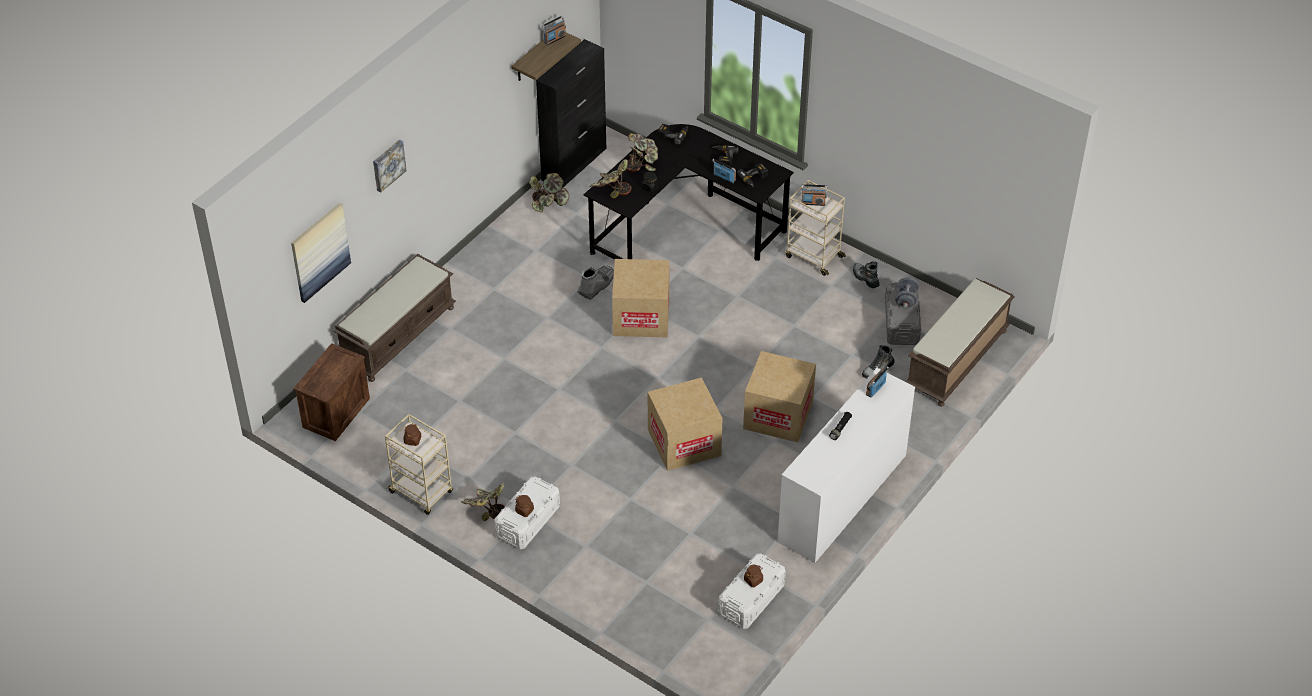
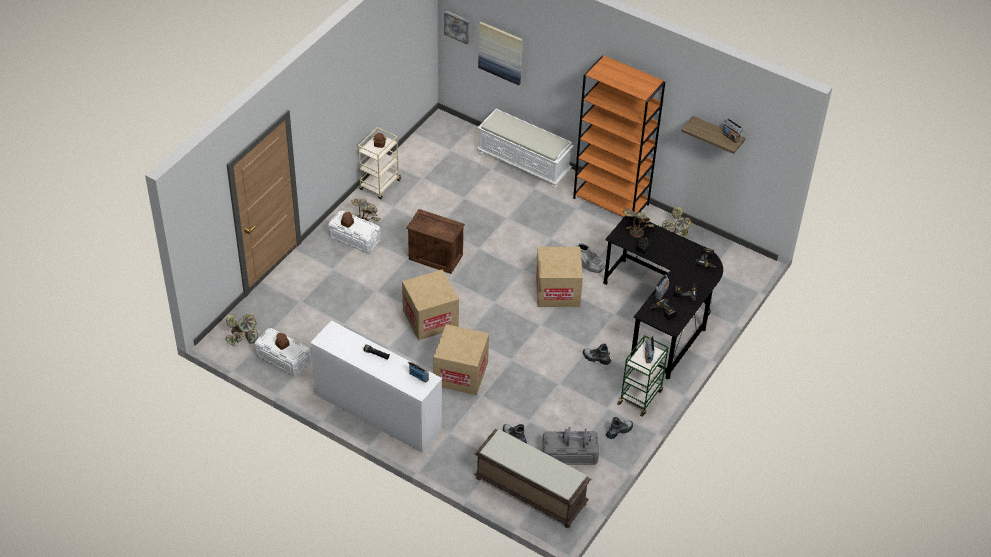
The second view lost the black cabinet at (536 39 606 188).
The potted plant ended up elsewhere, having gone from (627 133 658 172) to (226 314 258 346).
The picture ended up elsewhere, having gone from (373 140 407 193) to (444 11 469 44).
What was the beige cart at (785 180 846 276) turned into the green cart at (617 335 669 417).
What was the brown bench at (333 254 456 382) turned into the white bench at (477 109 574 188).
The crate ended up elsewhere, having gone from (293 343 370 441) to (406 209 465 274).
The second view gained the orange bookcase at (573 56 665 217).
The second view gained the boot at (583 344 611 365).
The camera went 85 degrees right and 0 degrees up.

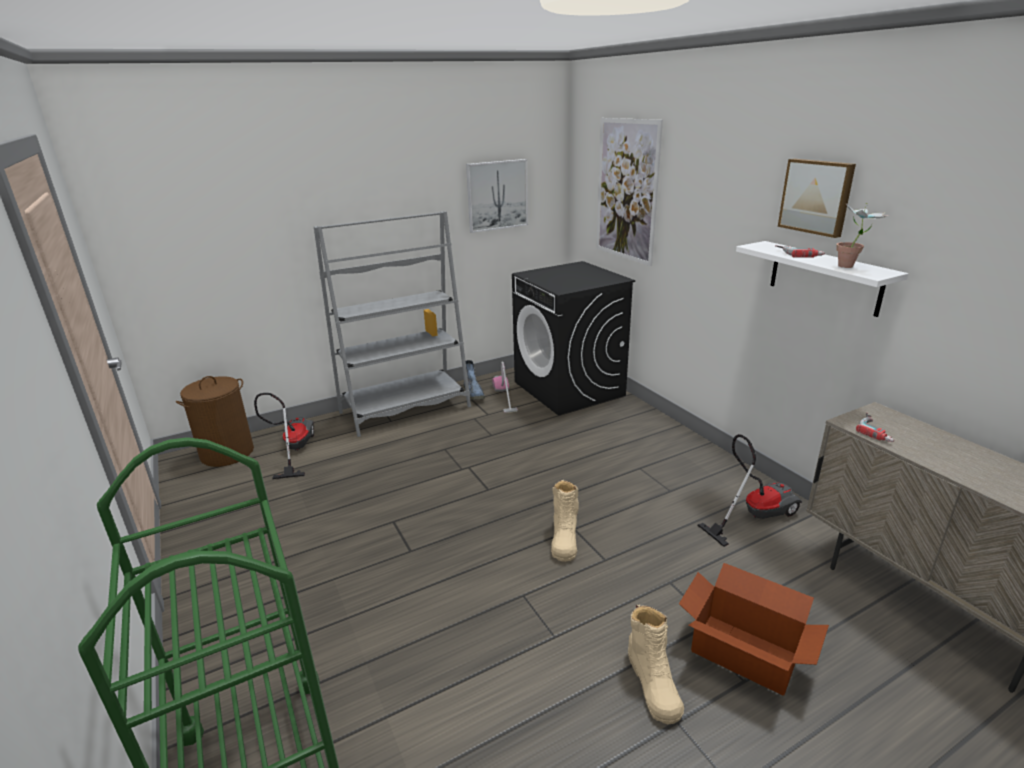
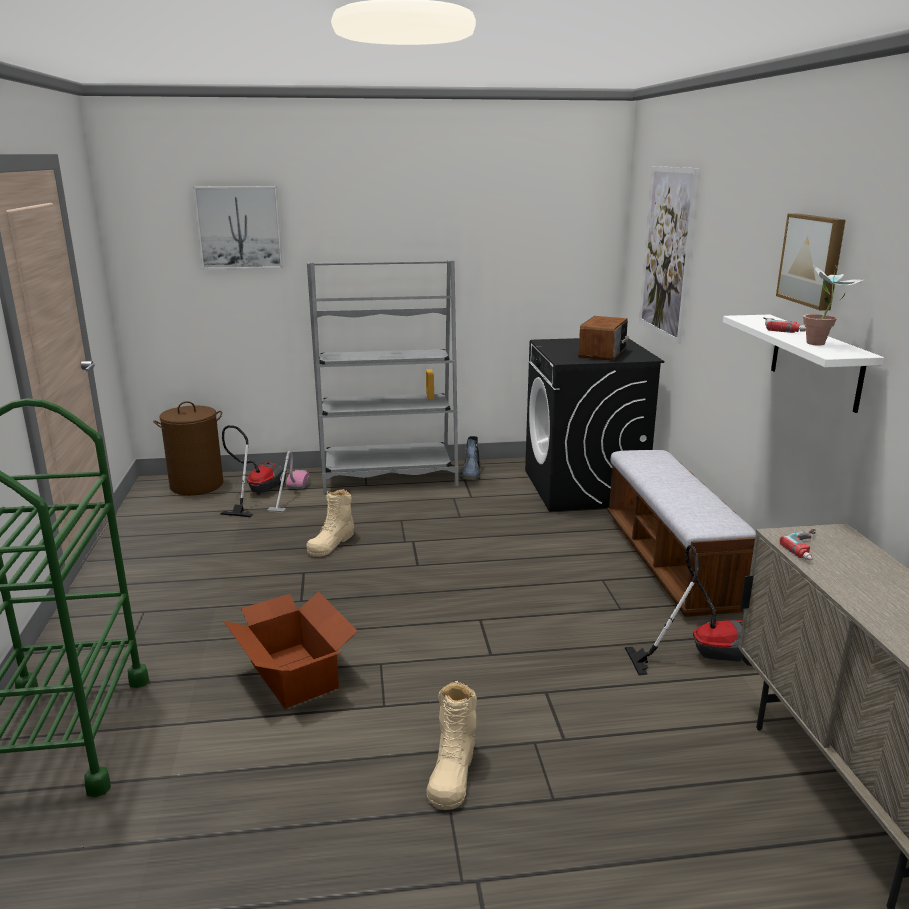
The picture ended up elsewhere, having gone from (466 159 528 233) to (193 186 283 270).
The vacuum cleaner ended up elsewhere, having gone from (492 361 518 413) to (267 451 310 513).
The beige boot ended up elsewhere, having gone from (551 480 579 562) to (306 489 354 557).
The cardboard box ended up elsewhere, having gone from (679 563 829 695) to (223 592 358 709).
The second view gained the radio at (578 316 629 361).
The second view gained the bench at (607 450 756 617).
The camera went 20 degrees right and 5 degrees down.

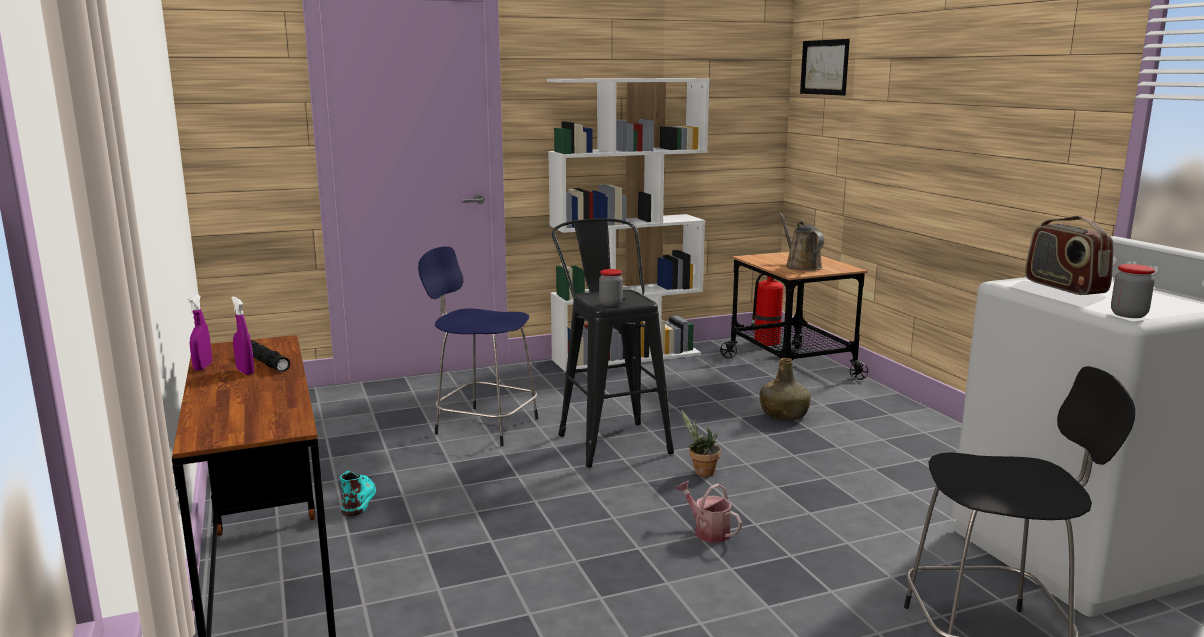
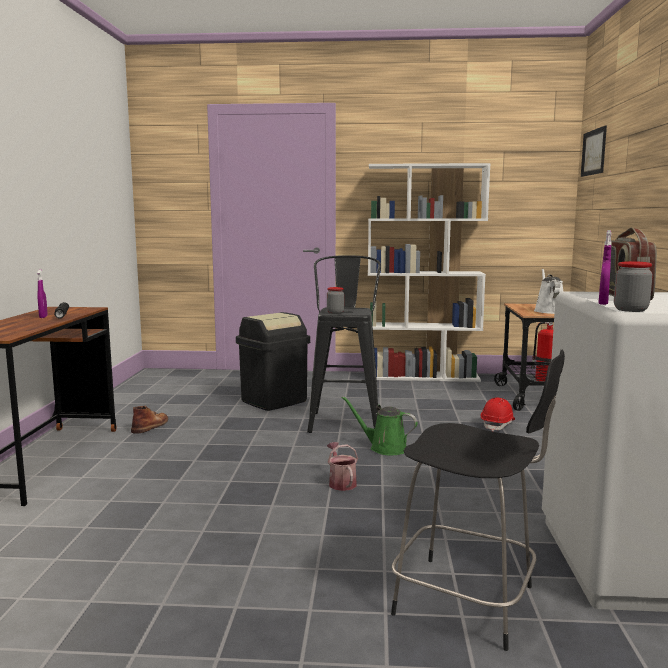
What was the brown watering can at (779 212 824 271) turned into the white watering can at (534 269 563 314).
Where the blue stool stood at (418 246 538 446), the black trash can came to stand at (236 312 310 411).
The purple spray bottle ended up elsewhere, having gone from (187 294 212 370) to (598 230 612 305).
Where the green bottle stood at (759 358 811 420), the red hard hat came to stand at (481 397 515 432).
Where the potted plant stood at (681 409 721 477), the green watering can came to stand at (341 396 418 455).
What was the turquoise boot at (340 471 376 516) turned into the brown boot at (131 406 168 434).
The camera went 25 degrees right and 5 degrees down.

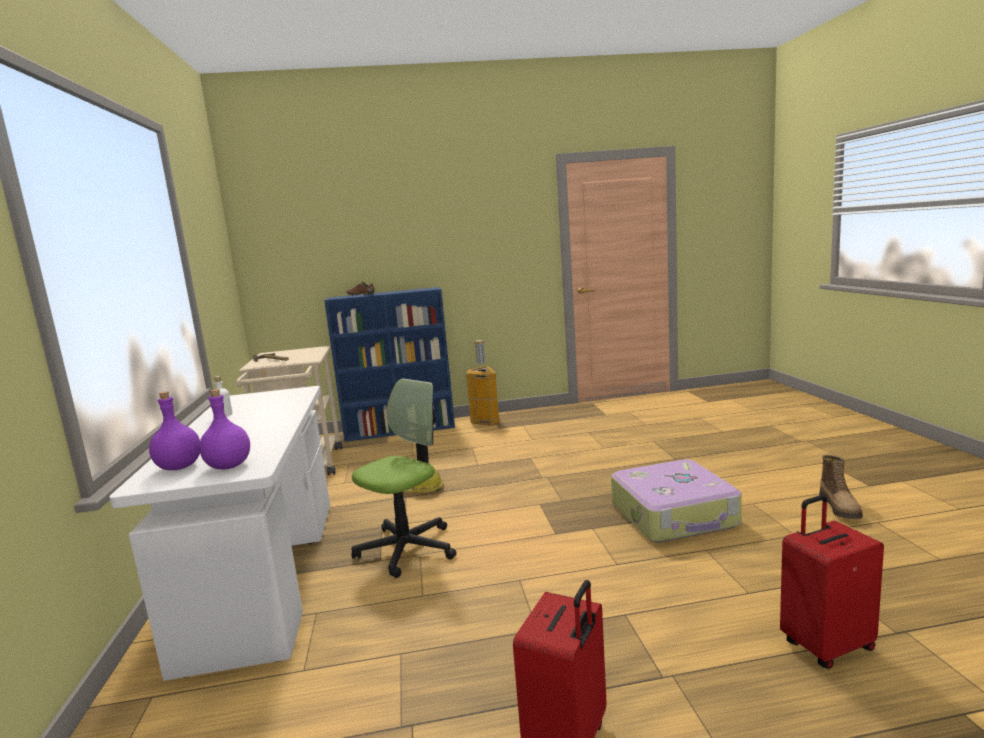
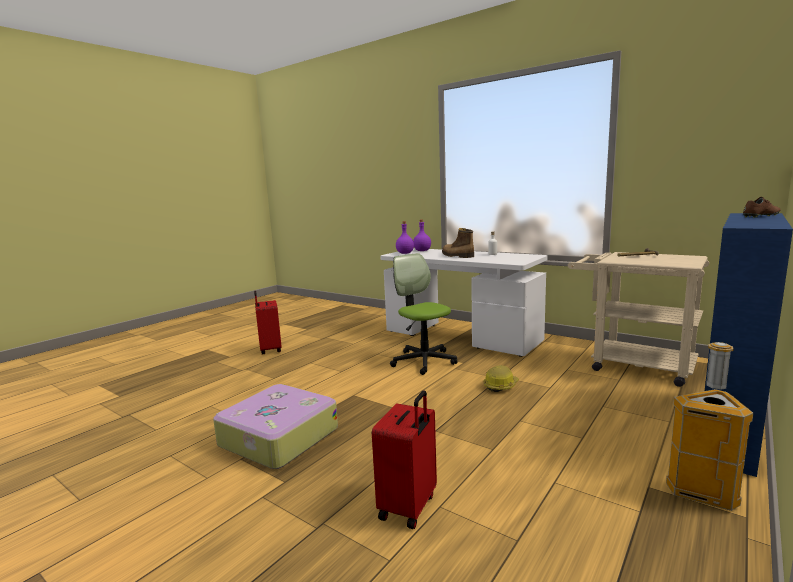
The office chair at (351 379 457 578) ended up facing another way, 150 degrees clockwise from before.
The boot ended up elsewhere, having gone from (819 455 863 519) to (442 228 474 258).
The red suitcase ended up elsewhere, having gone from (780 495 884 669) to (372 390 437 529).
The camera went 135 degrees right and 0 degrees up.

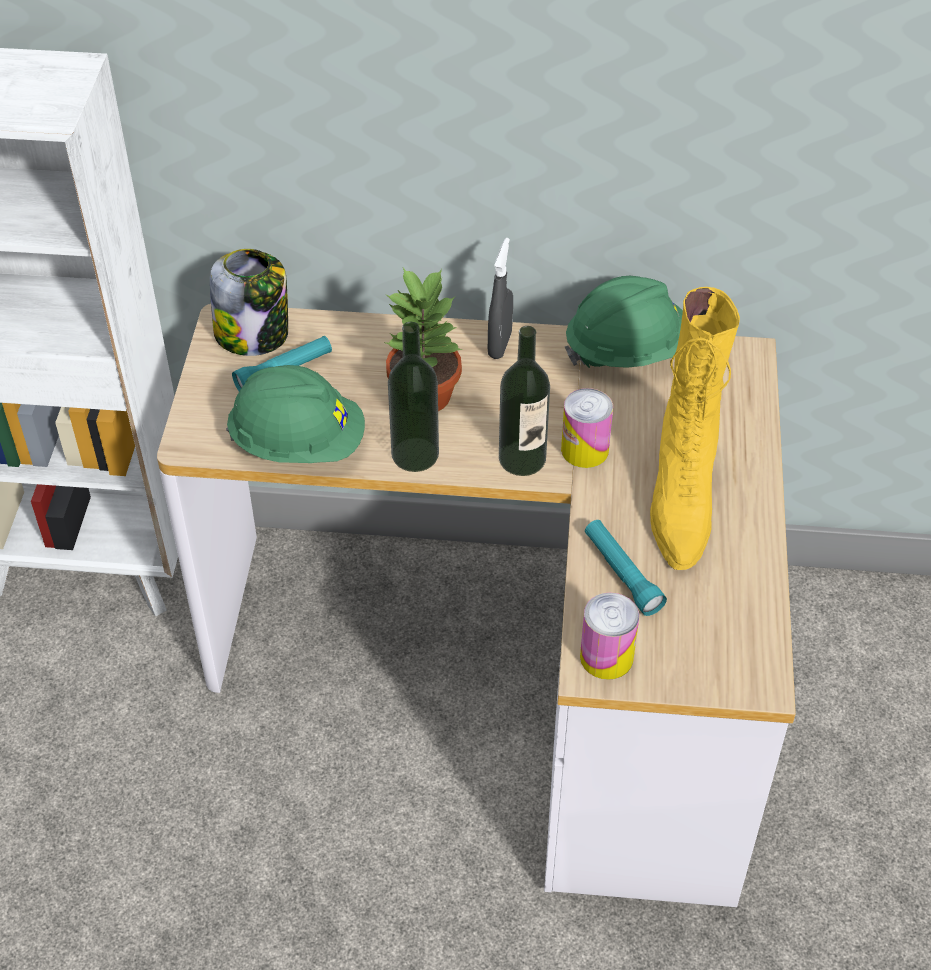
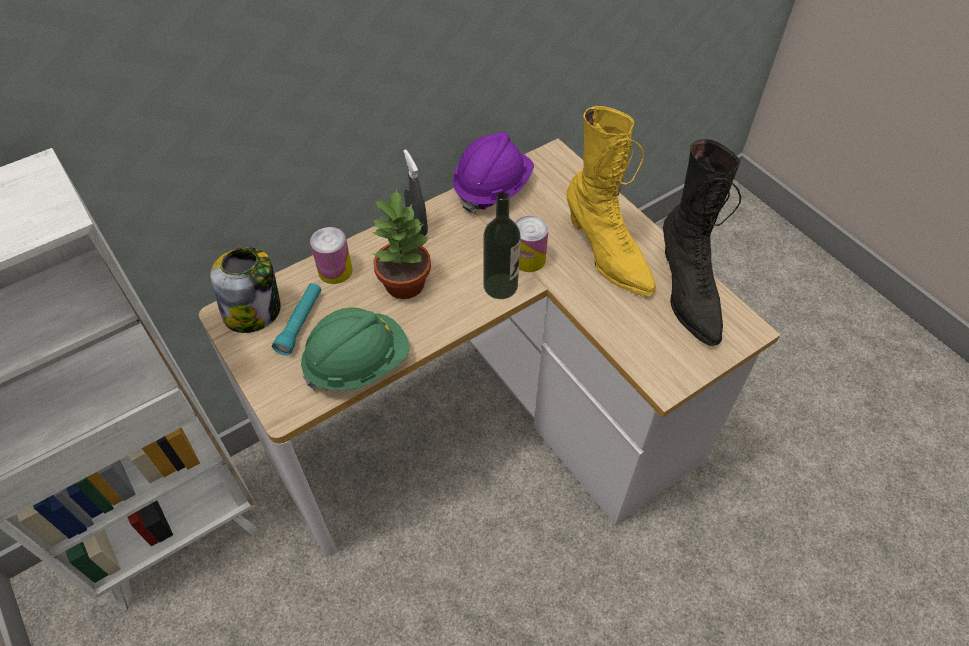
What was the green hard hat at (565 276 683 368) turned into the purple hard hat at (453 132 534 214).
The second view lost the bottle at (388 322 439 472).
The second view lost the turquoise flashlight at (585 520 667 616).
The can ended up elsewhere, having gone from (580 593 639 680) to (310 227 352 284).
The second view gained the black boot at (663 139 741 346).
The camera went 40 degrees left and 5 degrees up.

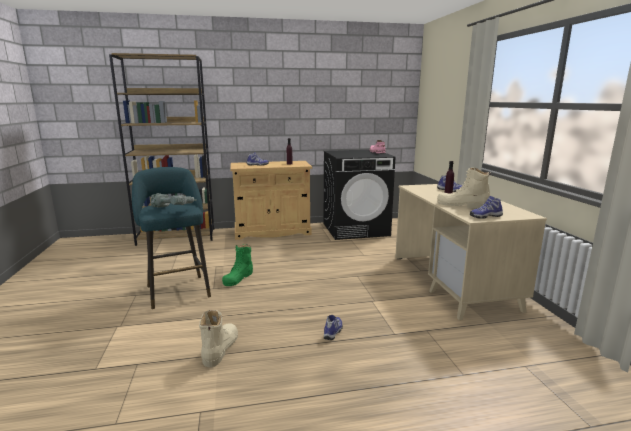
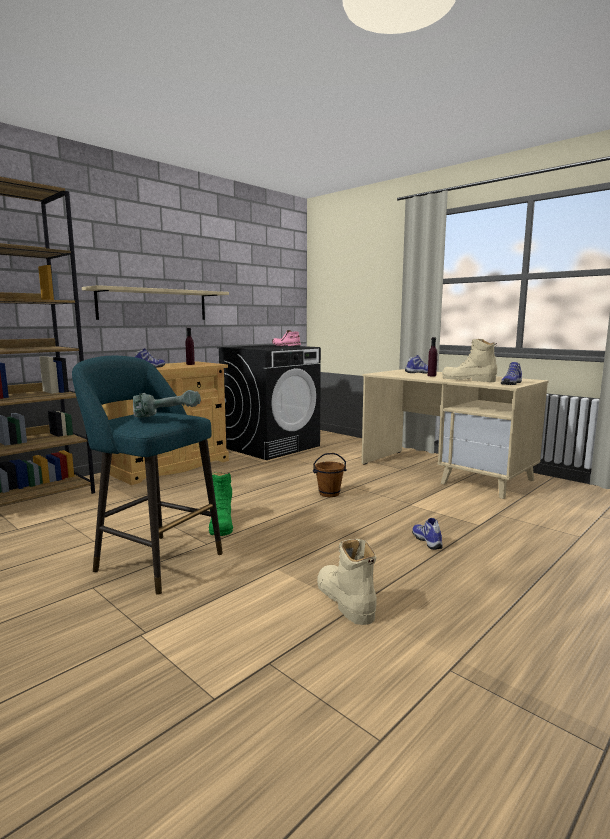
The beige boot at (437 168 491 208) ended up facing another way, 45 degrees clockwise from before.
The second view gained the beige shelf at (82 285 229 320).
The second view gained the brown bucket at (313 453 347 497).
The camera went 35 degrees left and 5 degrees down.

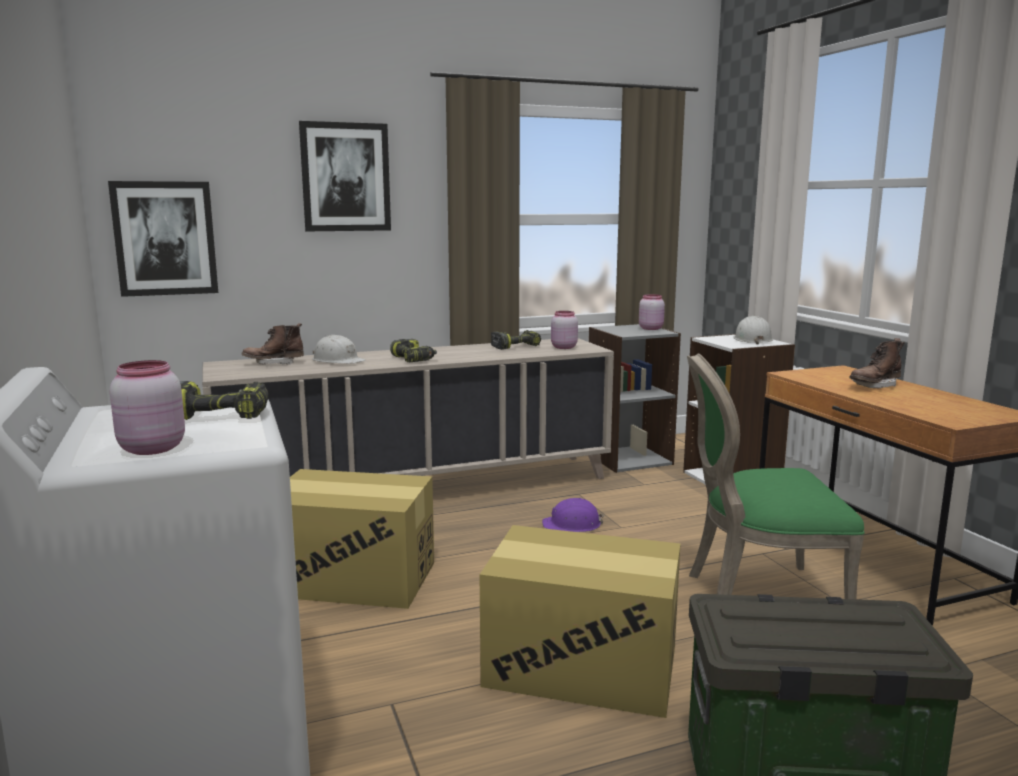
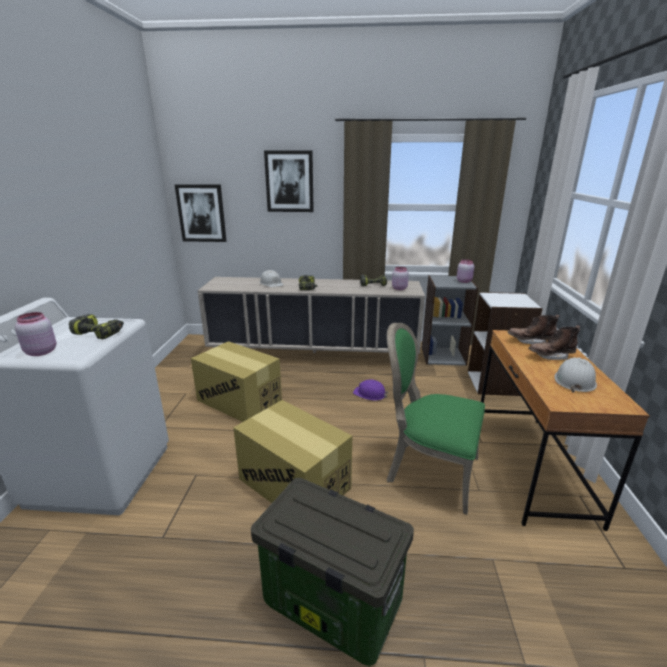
The white hard hat ended up elsewhere, having gone from (733 316 773 344) to (554 357 597 393).
The brown boot ended up elsewhere, having gone from (242 323 304 365) to (507 314 560 344).
The camera went 25 degrees right and 10 degrees up.

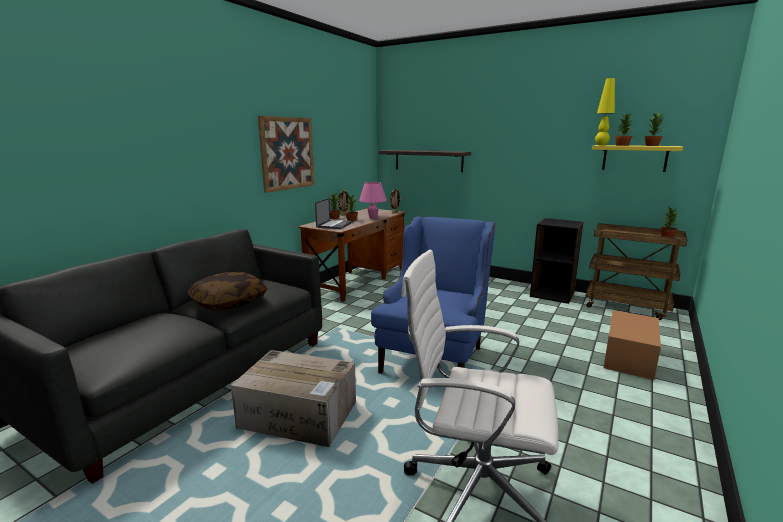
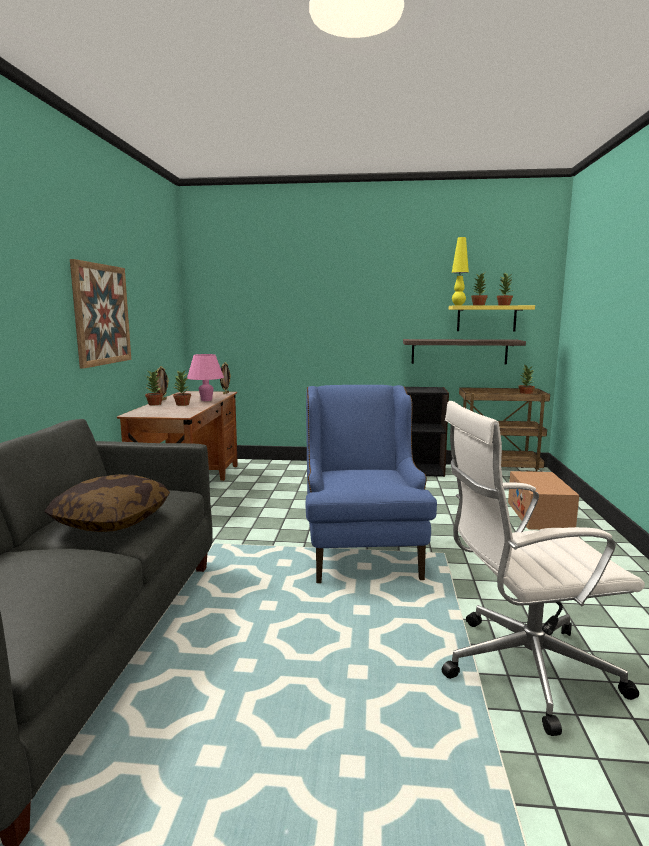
The shelf ended up elsewhere, having gone from (379 150 471 172) to (403 339 526 365).
The second view lost the laptop at (315 198 353 229).
The second view lost the cardboard box at (231 350 356 447).
The camera went 25 degrees left and 5 degrees down.

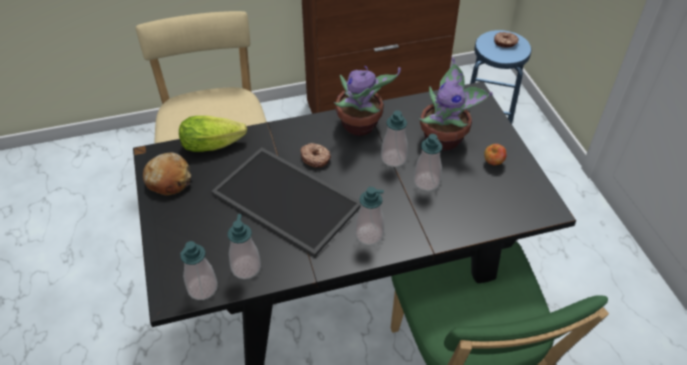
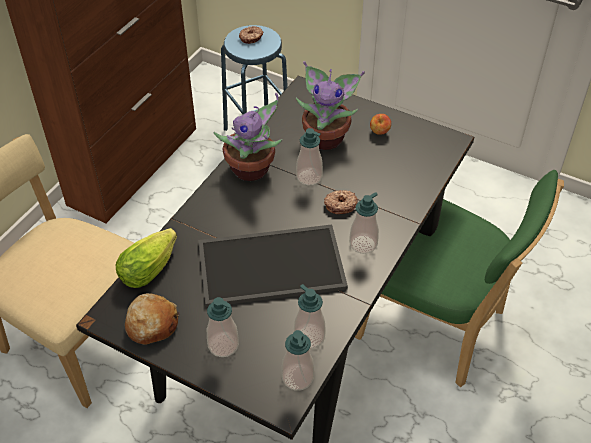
The soap dispenser ended up elsewhere, having gone from (413 134 442 191) to (207 297 239 357).
The donut ended up elsewhere, having gone from (300 143 331 168) to (324 190 358 214).
The camera went 45 degrees left and 0 degrees up.

